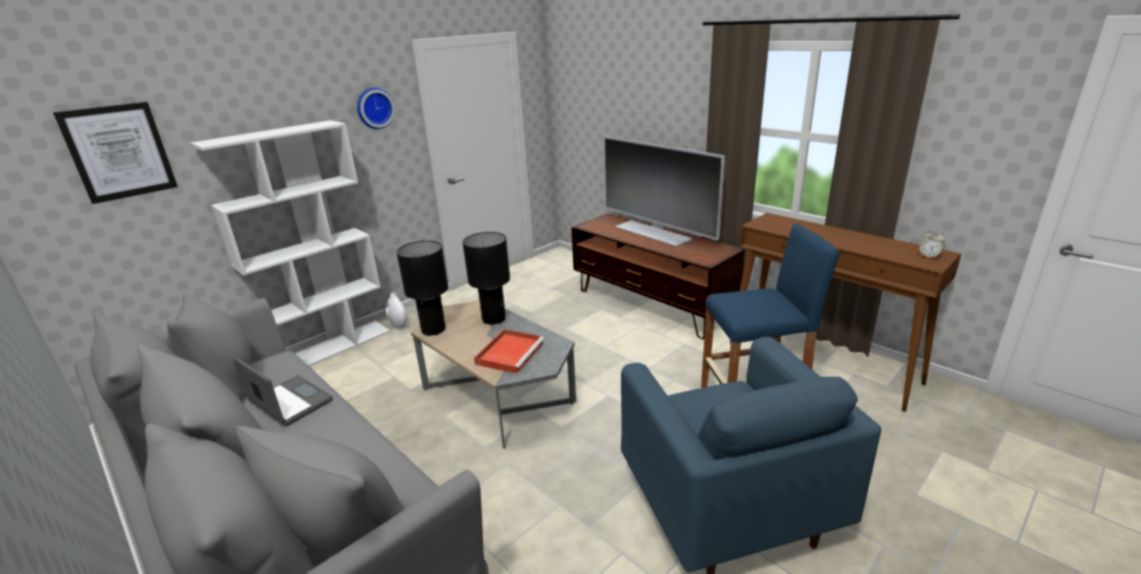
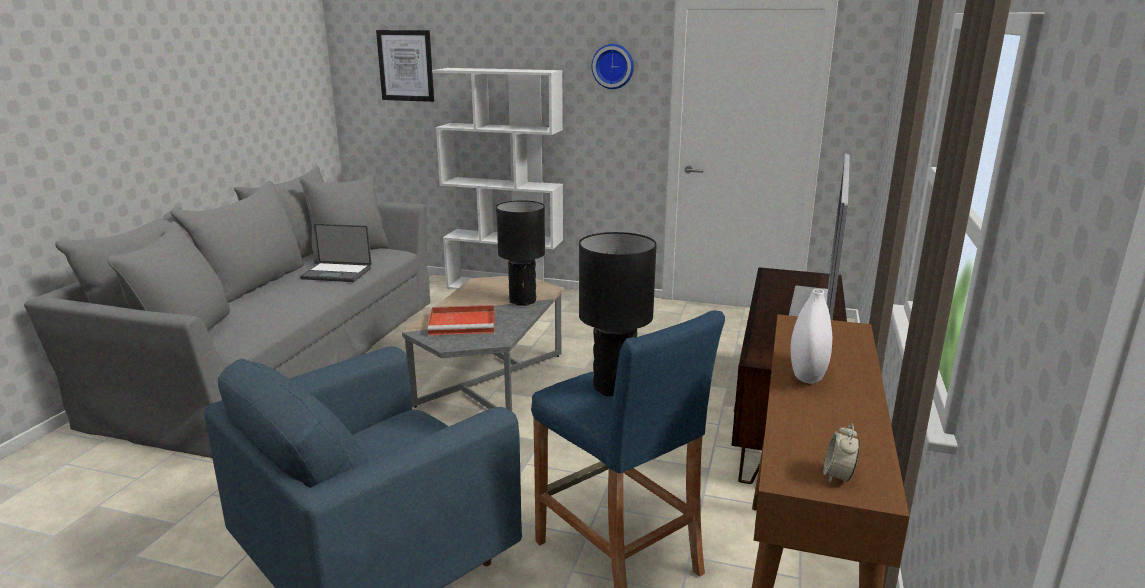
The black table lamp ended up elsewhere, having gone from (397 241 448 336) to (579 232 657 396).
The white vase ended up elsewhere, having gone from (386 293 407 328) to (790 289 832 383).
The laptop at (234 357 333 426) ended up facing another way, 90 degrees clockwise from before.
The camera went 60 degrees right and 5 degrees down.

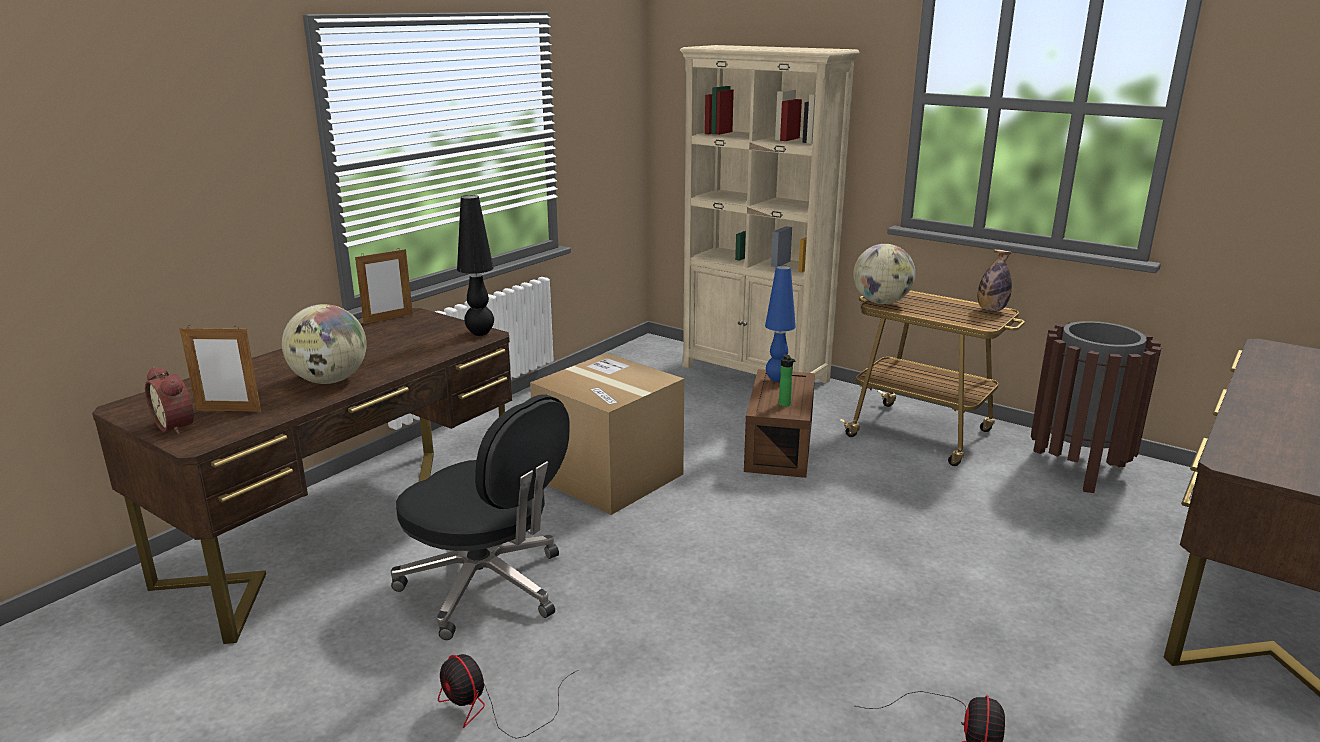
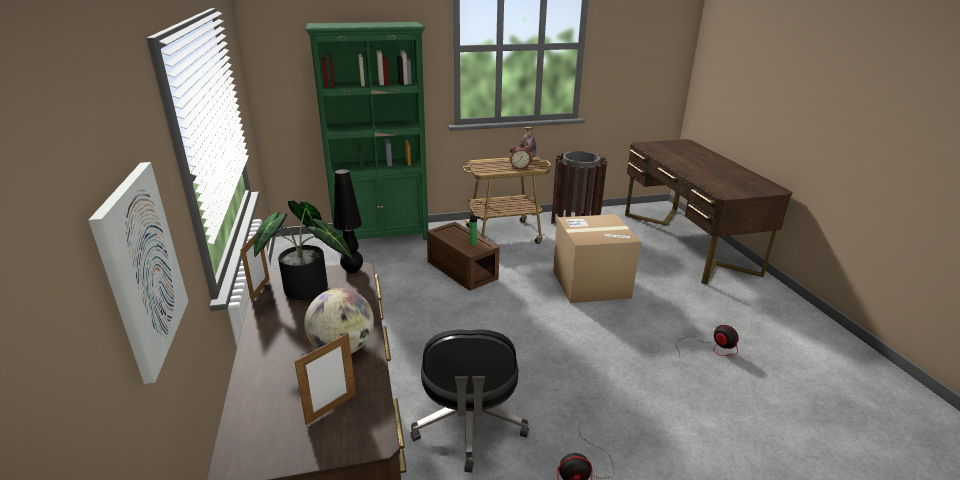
What was the beige bookcase at (680 45 860 383) turned into the green bookcase at (305 22 428 240).
The second view lost the globe at (853 244 915 304).
The second view lost the blue table lamp at (765 265 796 382).
The cardboard box ended up elsewhere, having gone from (530 353 684 515) to (553 214 641 303).
The alarm clock ended up elsewhere, having gone from (145 366 194 435) to (509 146 531 169).
The black office chair at (391 394 570 640) ended up facing another way, 105 degrees clockwise from before.
The second view gained the picture at (88 162 188 384).
The second view gained the potted plant at (254 200 354 300).
The camera went 50 degrees left and 5 degrees up.

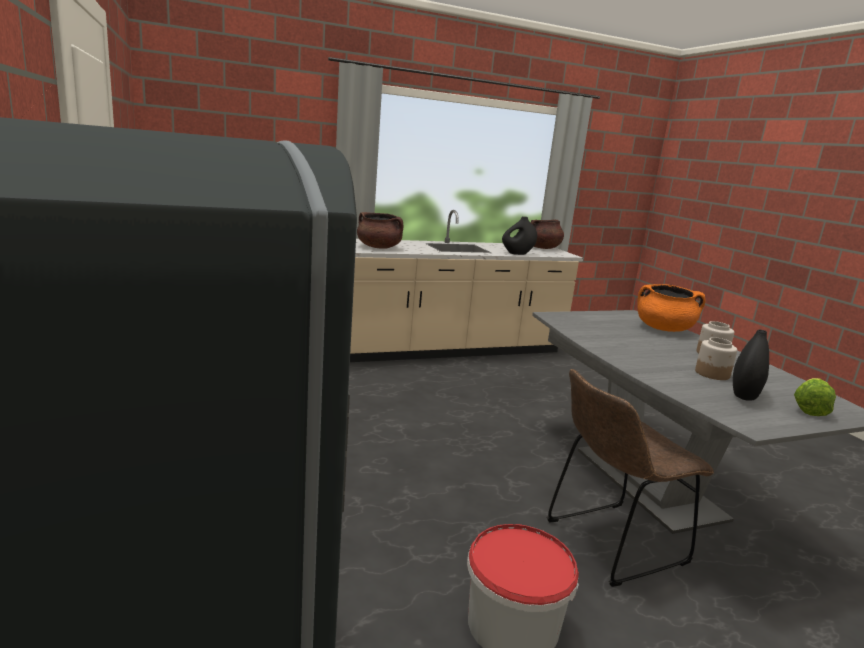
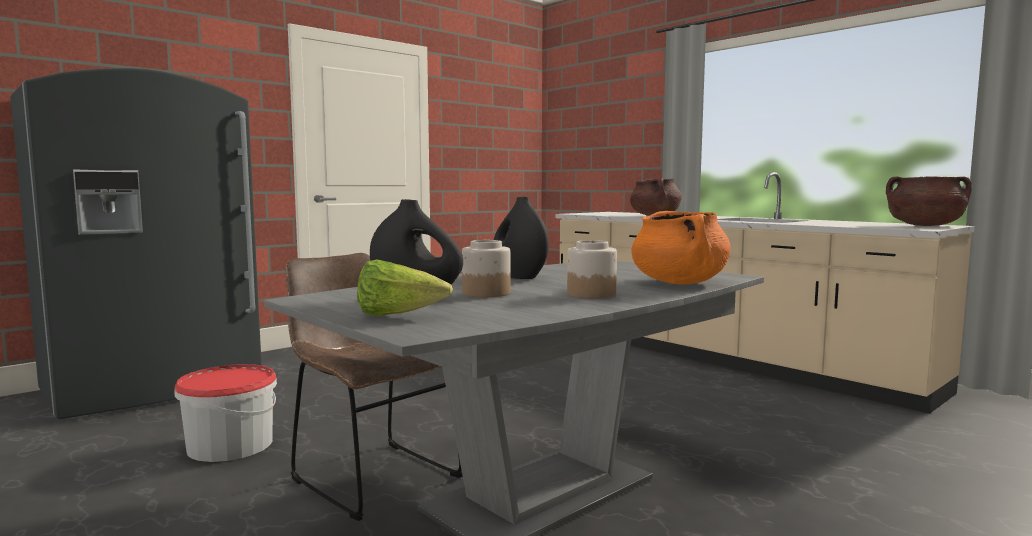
The black vase ended up elsewhere, having gone from (502 217 537 255) to (494 197 549 279).
The camera went 70 degrees right and 10 degrees down.

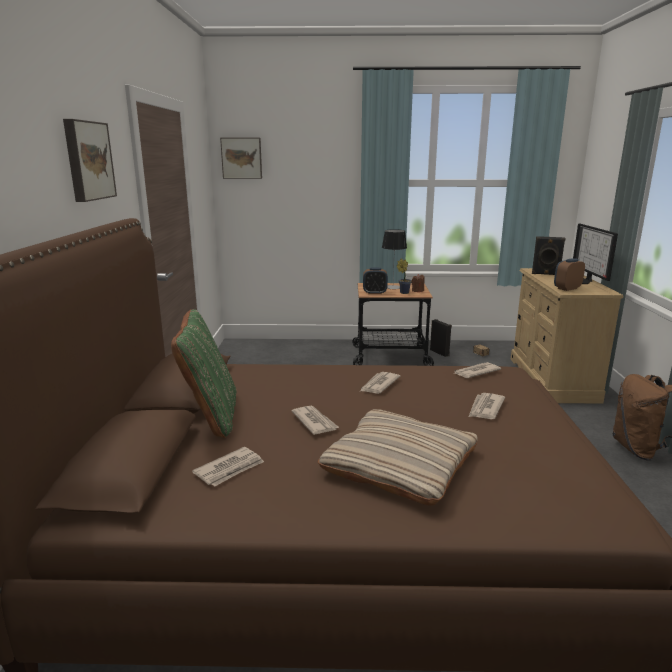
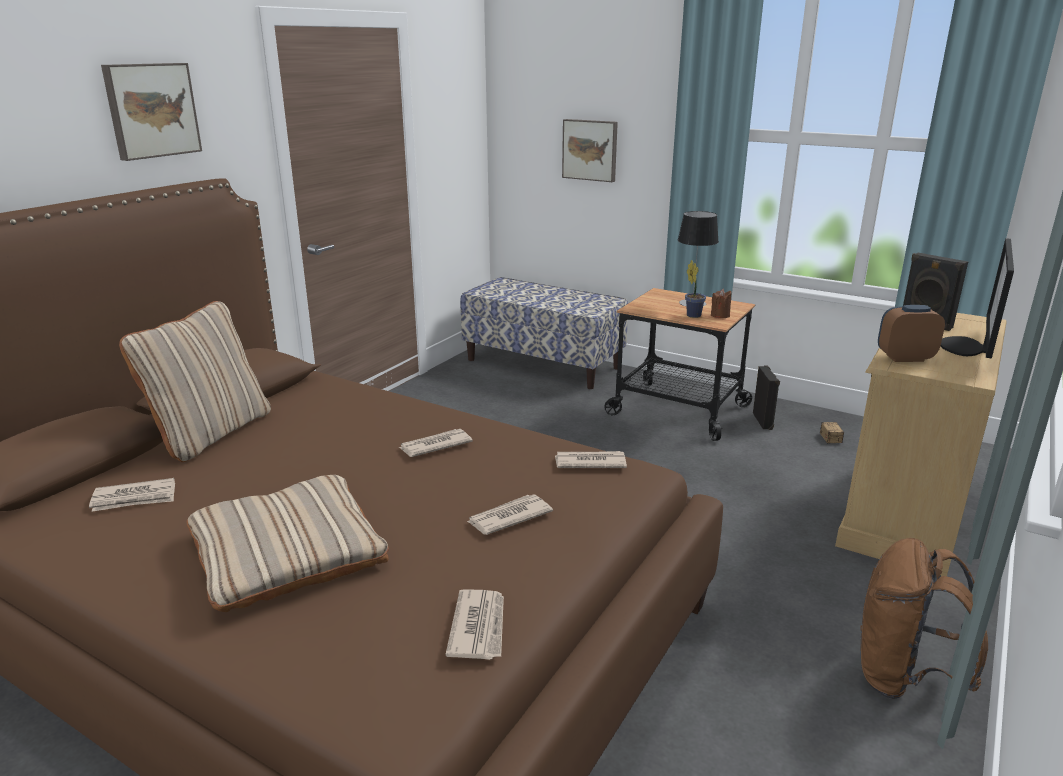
The picture ended up elsewhere, having gone from (220 138 262 179) to (562 119 618 182).
The second view lost the alarm clock at (363 268 388 294).
What was the green pillow at (171 309 237 438) turned into the beige pillow at (119 301 271 462).
The newspaper ended up elsewhere, having gone from (291 406 339 435) to (445 589 504 660).
The second view gained the bench at (460 277 628 389).
The camera went 30 degrees right and 5 degrees up.

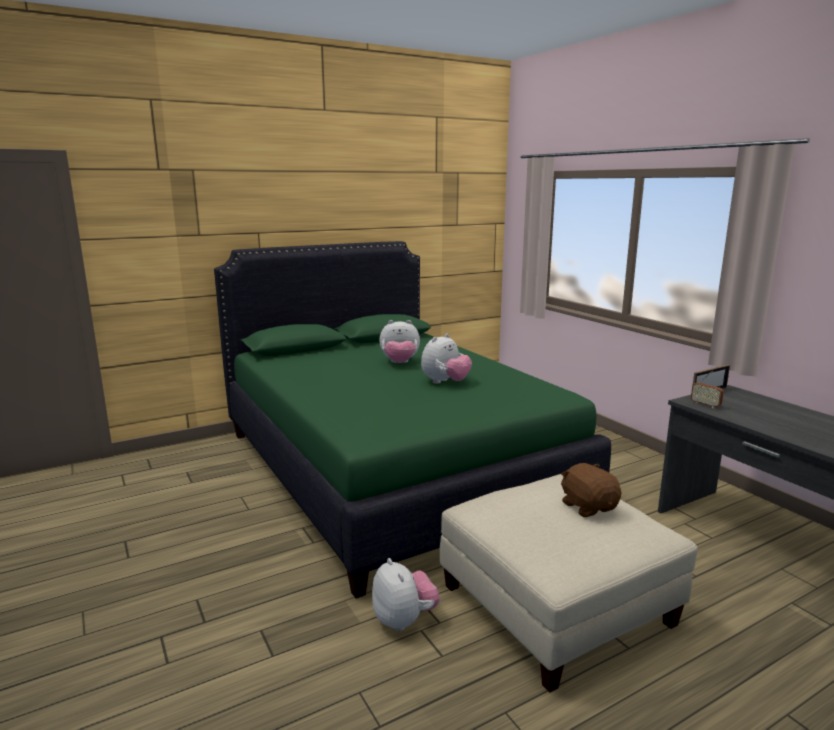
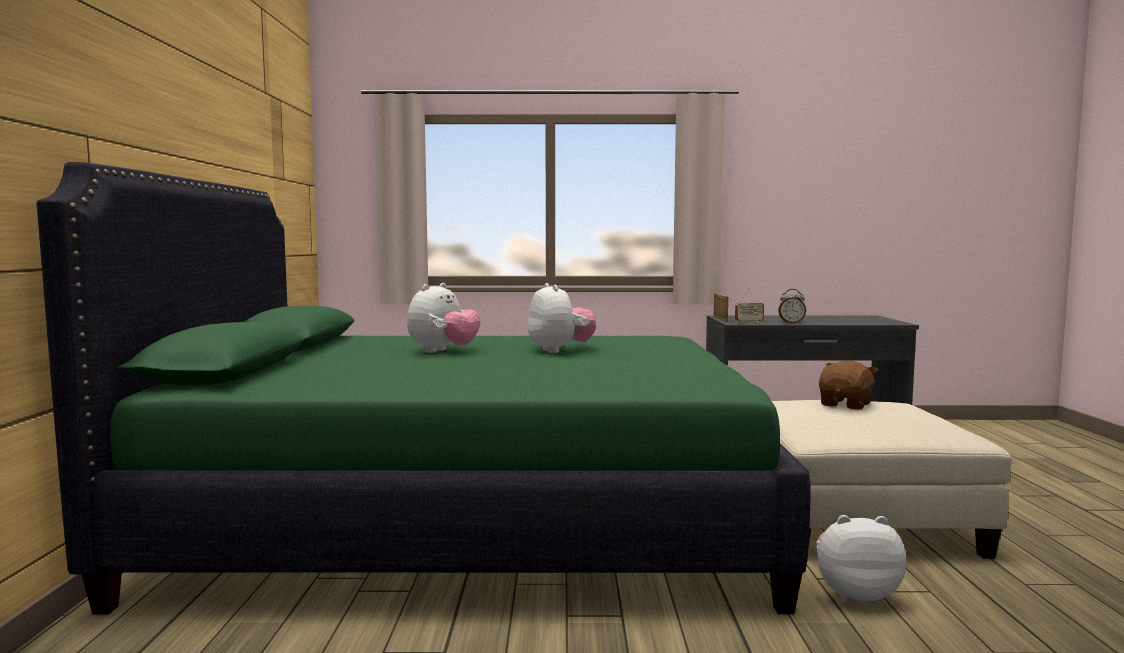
The brown plush toy at (561 463 622 517) ended up facing another way, 120 degrees clockwise from before.
The second view gained the alarm clock at (778 289 806 324).
The camera went 60 degrees left and 10 degrees down.

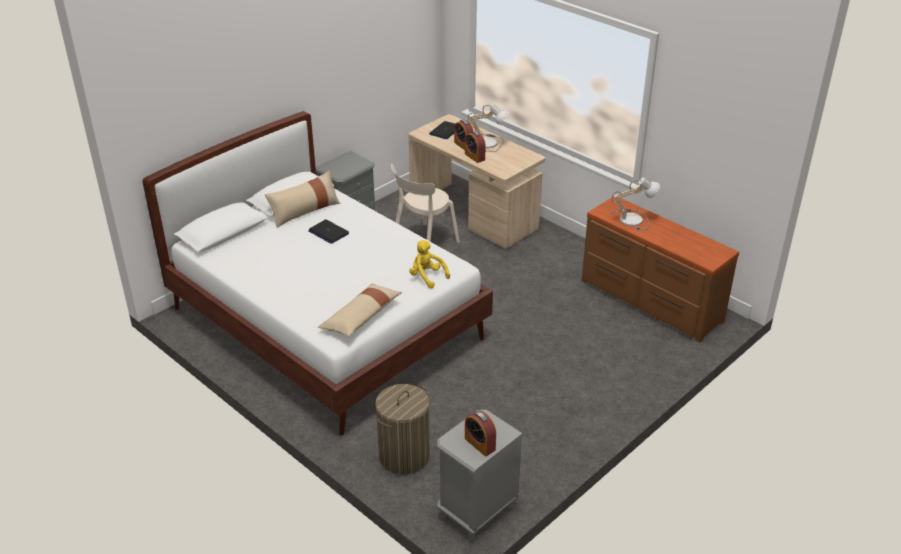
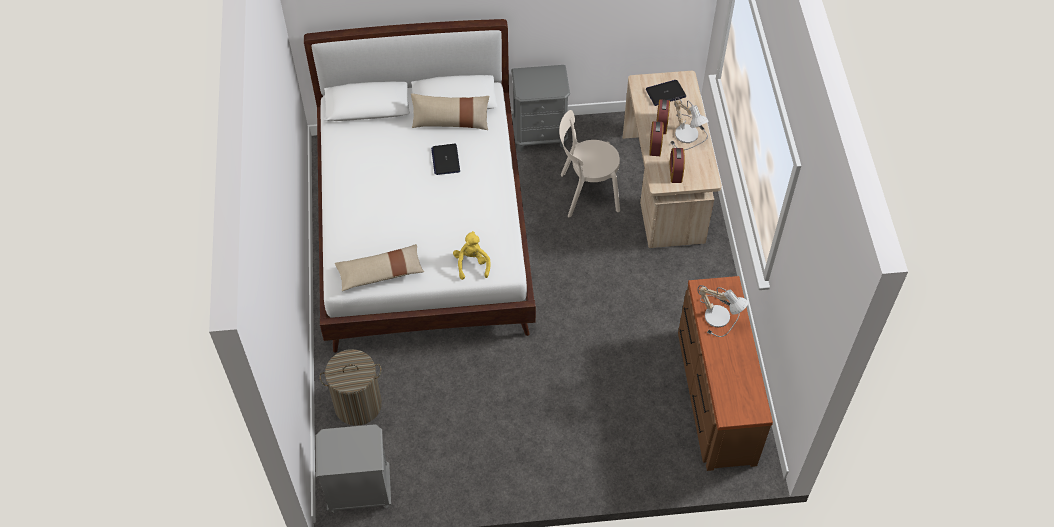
The alarm clock ended up elsewhere, having gone from (465 411 496 456) to (669 148 685 183).
The camera went 40 degrees right and 20 degrees up.

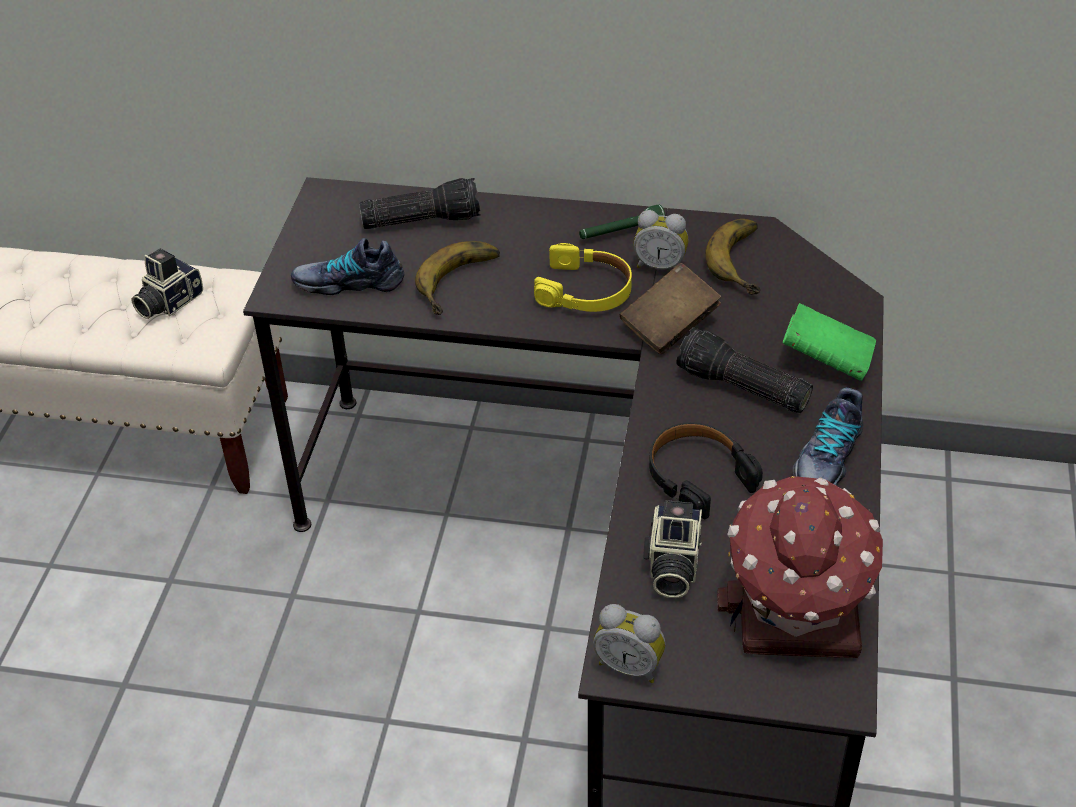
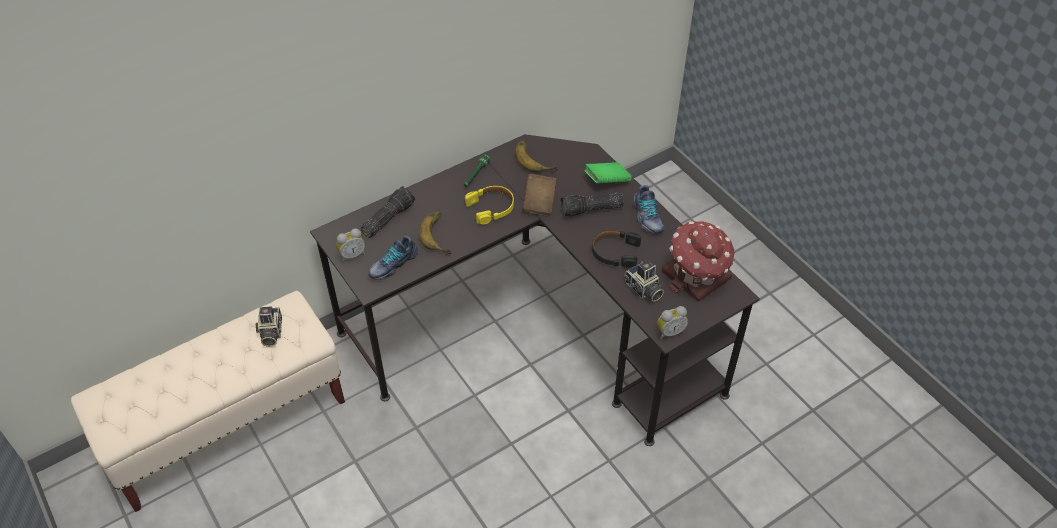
The alarm clock ended up elsewhere, having gone from (633 210 688 269) to (336 229 365 262).
The camera went 45 degrees left and 5 degrees up.

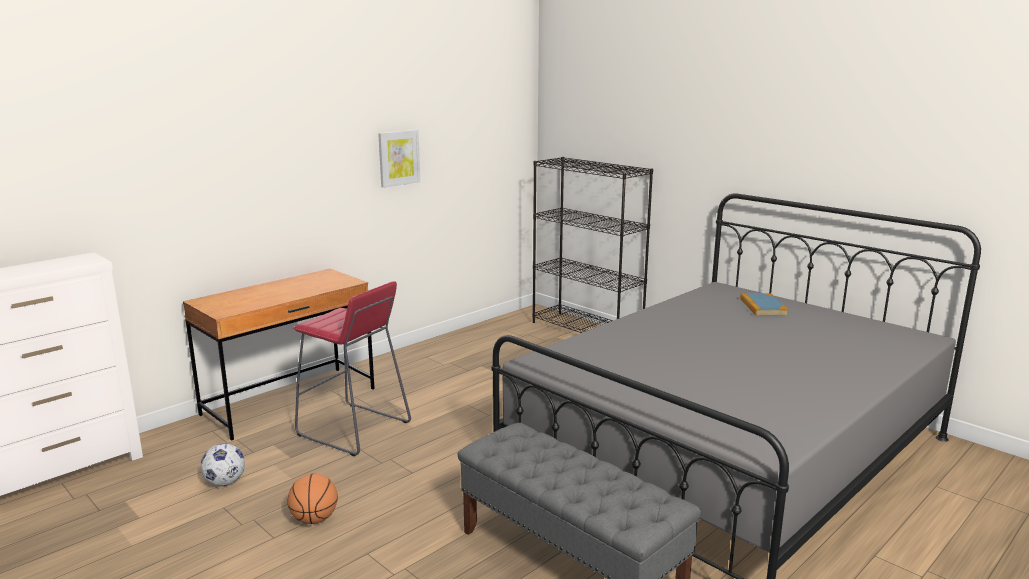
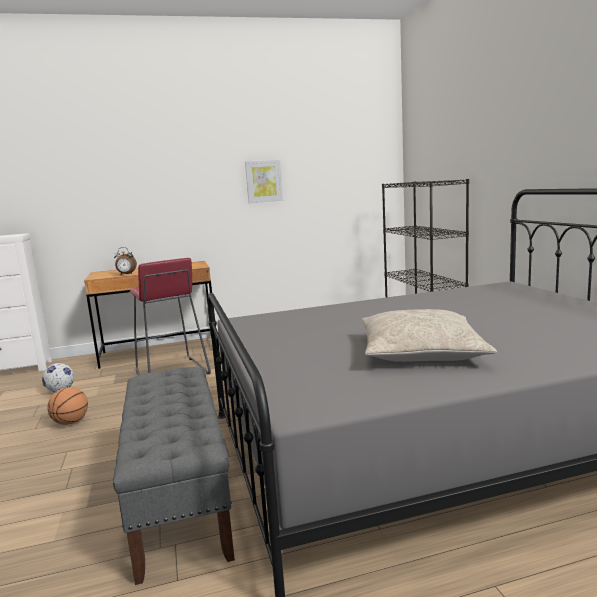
The second view lost the book at (740 293 788 316).
The second view gained the alarm clock at (114 247 137 274).
The second view gained the beige pillow at (361 309 497 362).
The camera went 30 degrees right and 5 degrees down.

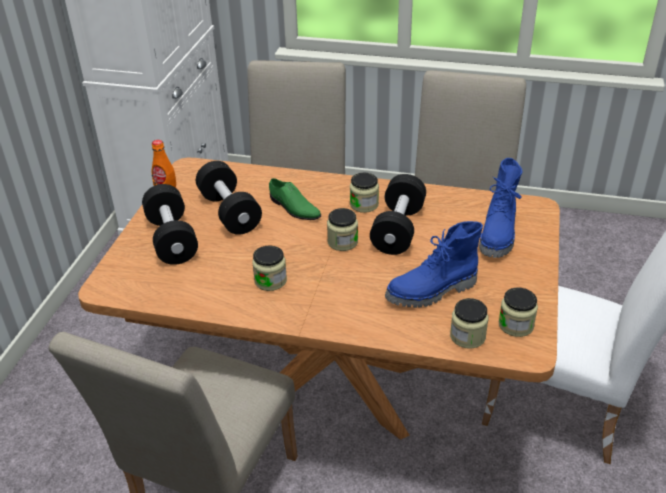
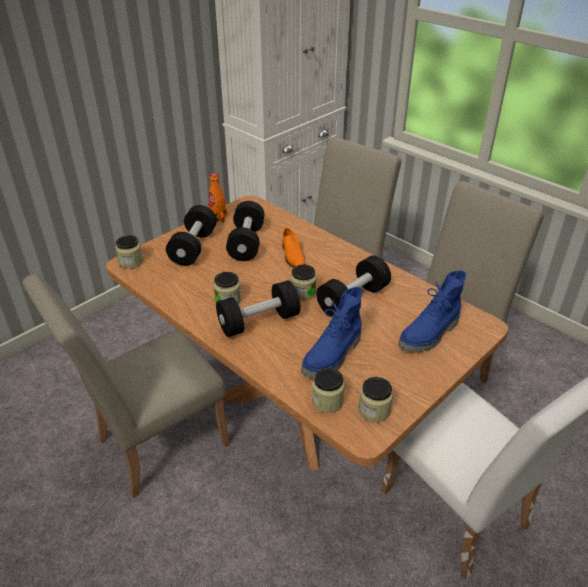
The jar ended up elsewhere, having gone from (350 173 379 213) to (116 235 143 269).
What was the green shoe at (269 178 321 220) turned into the orange shoe at (283 228 306 268).
The blue boot at (385 221 483 308) ended up facing another way, 60 degrees counterclockwise from before.
The second view gained the black dumbbell at (216 280 301 337).
The camera went 30 degrees right and 0 degrees up.

